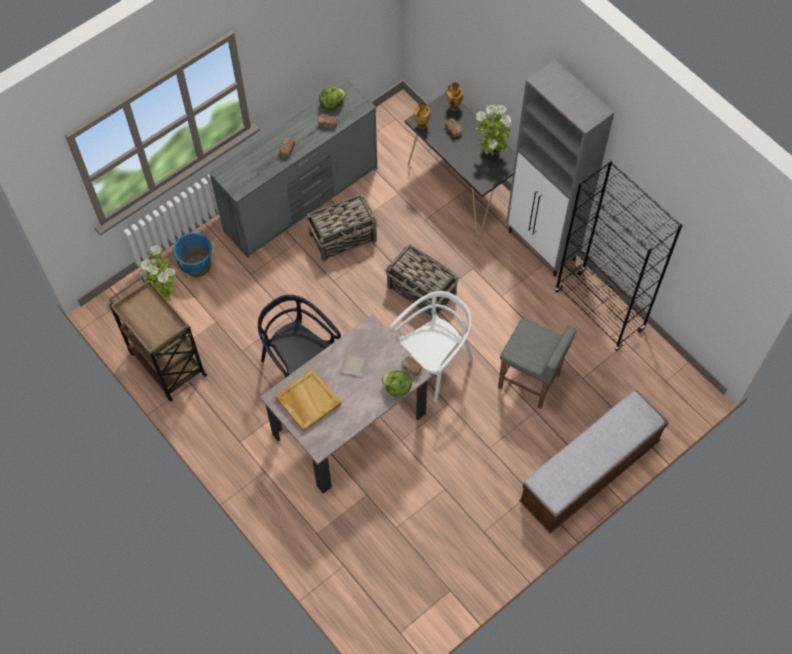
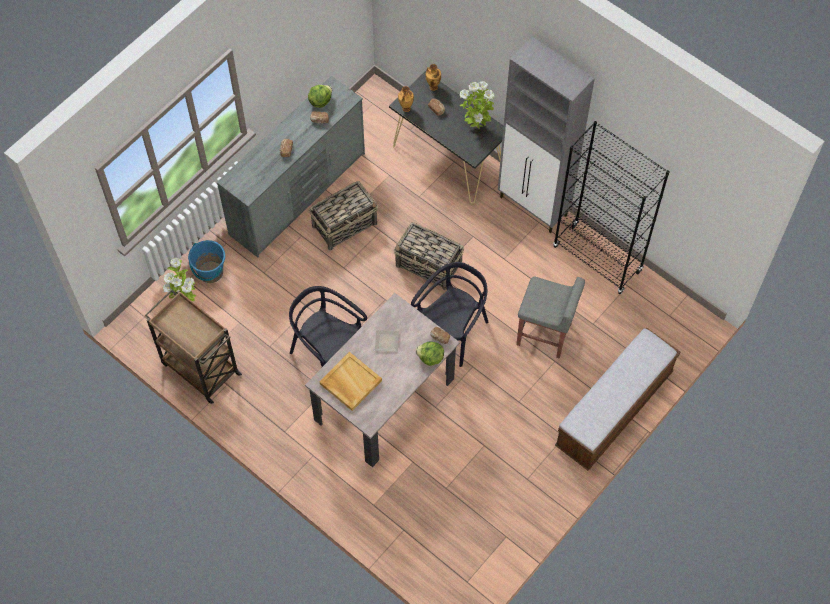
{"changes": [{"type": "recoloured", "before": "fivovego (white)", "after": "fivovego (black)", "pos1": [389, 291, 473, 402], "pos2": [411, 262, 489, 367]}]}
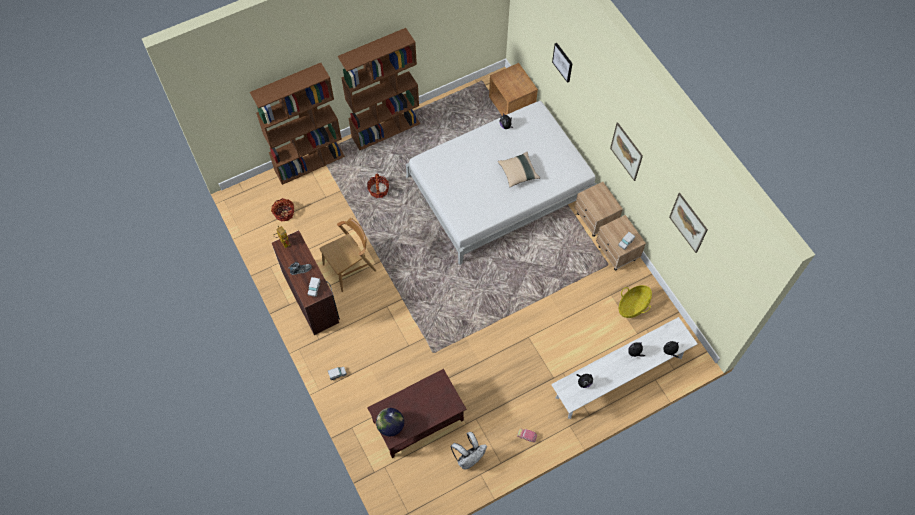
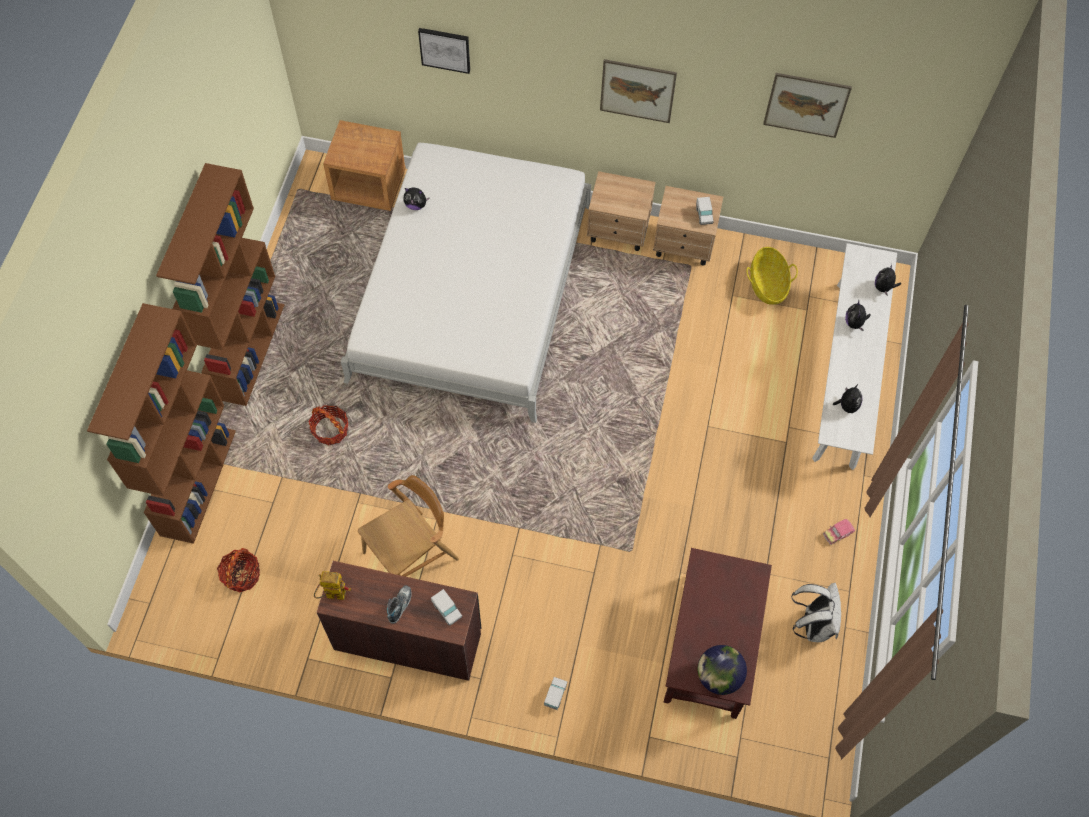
{"changes": [{"type": "removed", "before": "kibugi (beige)", "pos1": [498, 152, 540, 187]}, {"type": "turned", "before": "fivovego (brown)", "pos1": [320, 218, 376, 292], "pos2": [358, 475, 459, 577], "turn": 45}]}
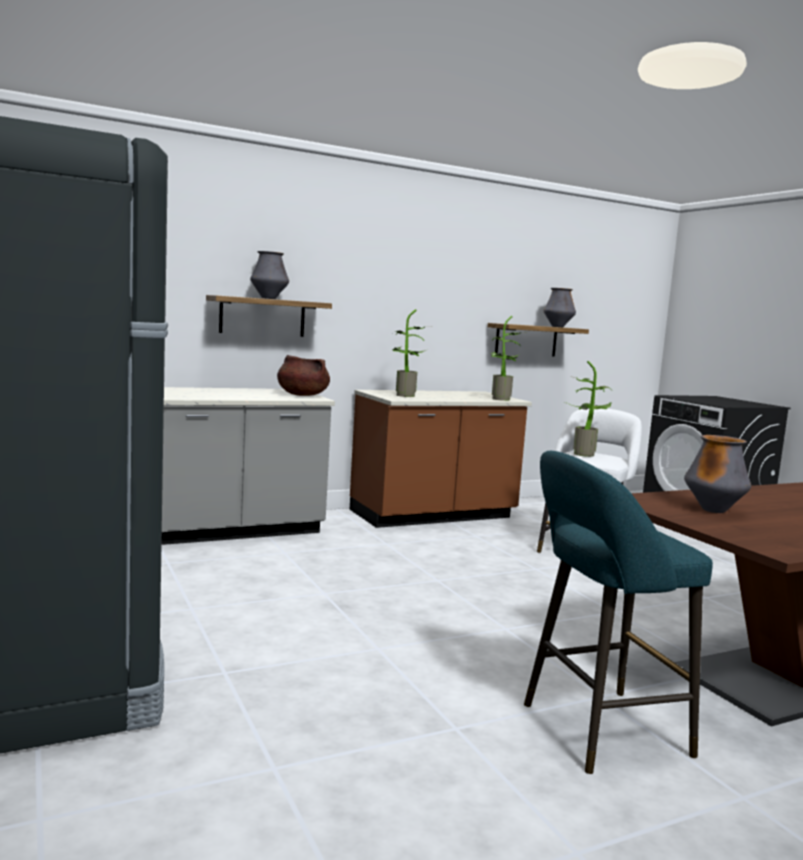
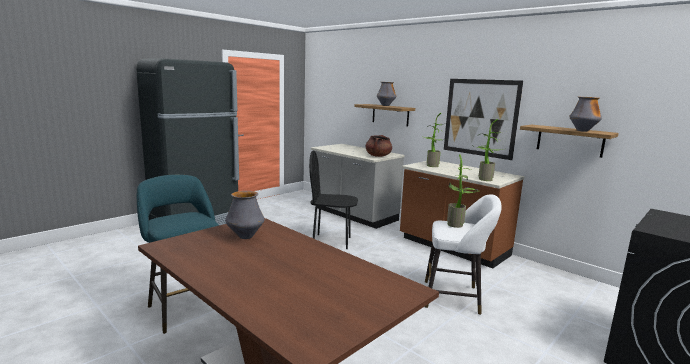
{"changes": [{"type": "added", "after": "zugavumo", "pos2": [444, 79, 523, 160]}, {"type": "added", "after": "fivovego (black)", "pos2": [309, 150, 358, 249]}]}
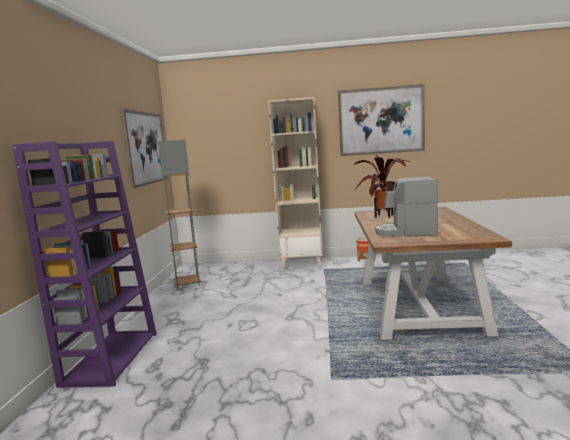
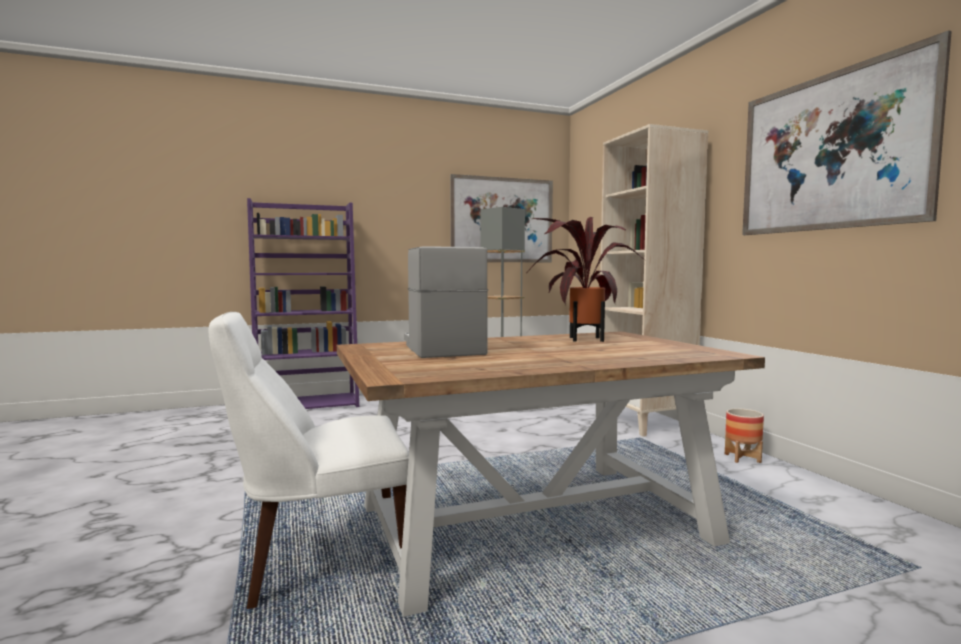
{"changes": [{"type": "added", "after": "fivovego (white)", "pos2": [209, 312, 409, 609]}]}
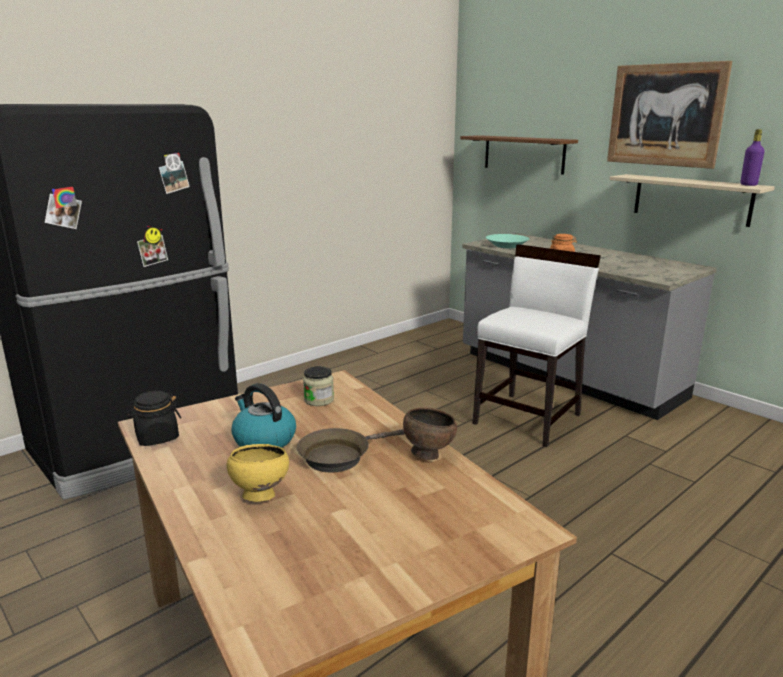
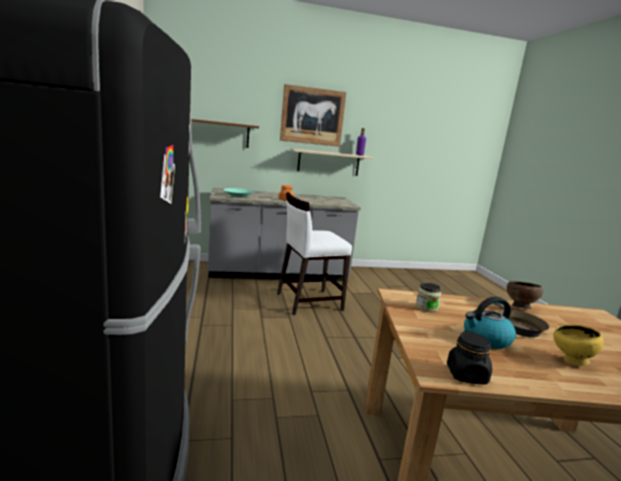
{"changes": [{"type": "turned", "before": "fivovego (white)", "pos1": [473, 244, 601, 447], "pos2": [277, 192, 352, 315], "turn": -90}]}
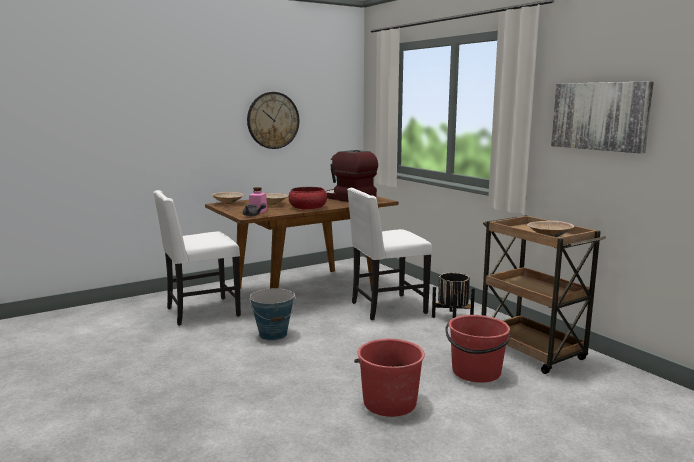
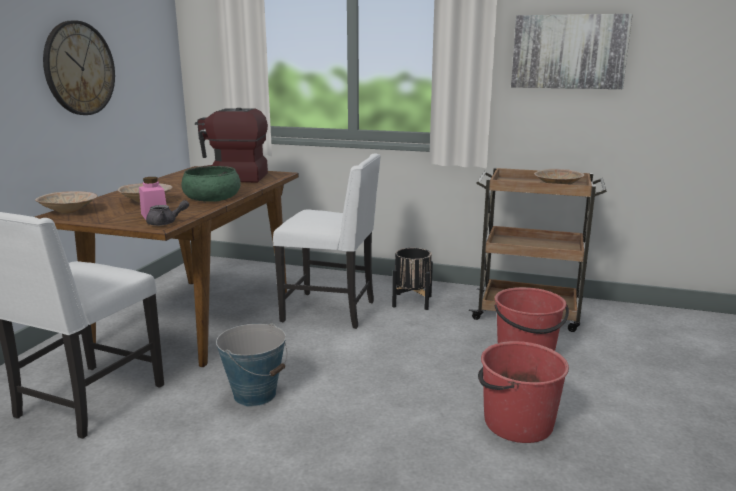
{"changes": [{"type": "recoloured", "before": "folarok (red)", "after": "folarok (green)", "pos1": [289, 187, 327, 210], "pos2": [181, 166, 241, 202]}, {"type": "turned", "before": "fivovego (white)", "pos1": [347, 188, 432, 320], "pos2": [273, 153, 381, 329], "turn": -105}]}
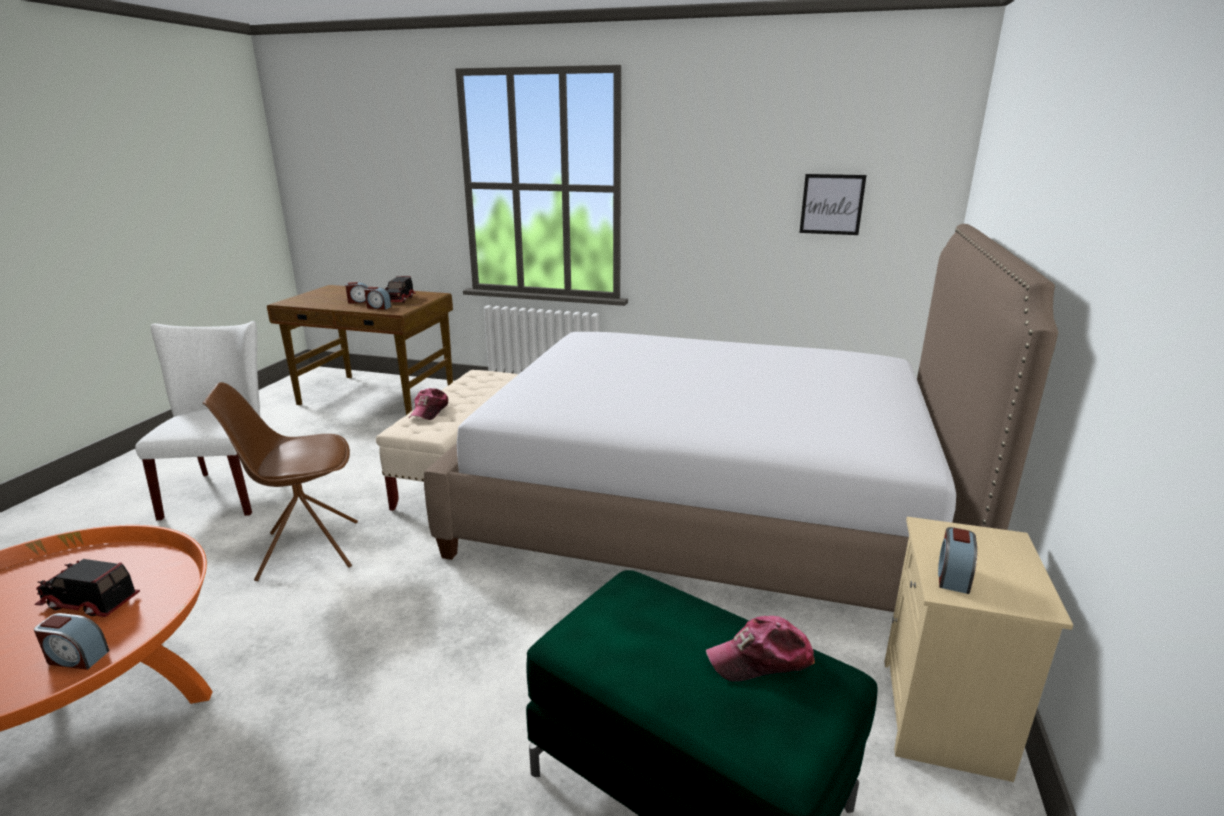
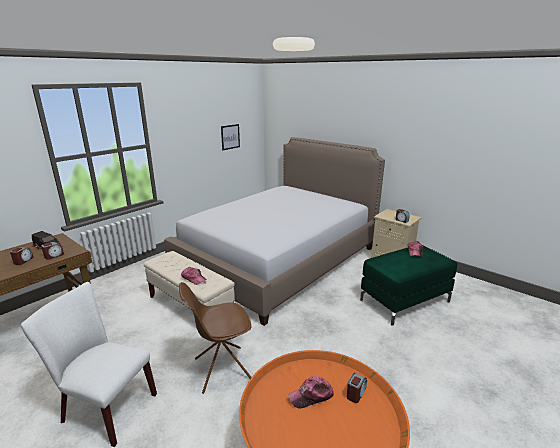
{"changes": [{"type": "turned", "before": "fivovego (brown)", "pos1": [203, 382, 358, 581], "pos2": [179, 282, 252, 394], "turn": 60}, {"type": "replaced", "before": "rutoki", "after": "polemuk", "pos1": [34, 559, 140, 617], "pos2": [288, 376, 334, 409]}]}
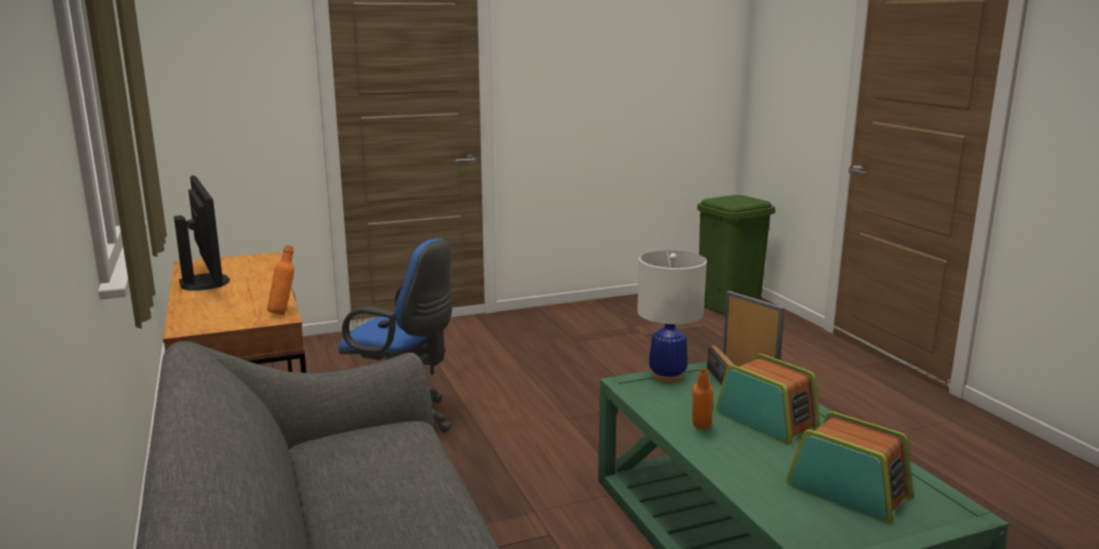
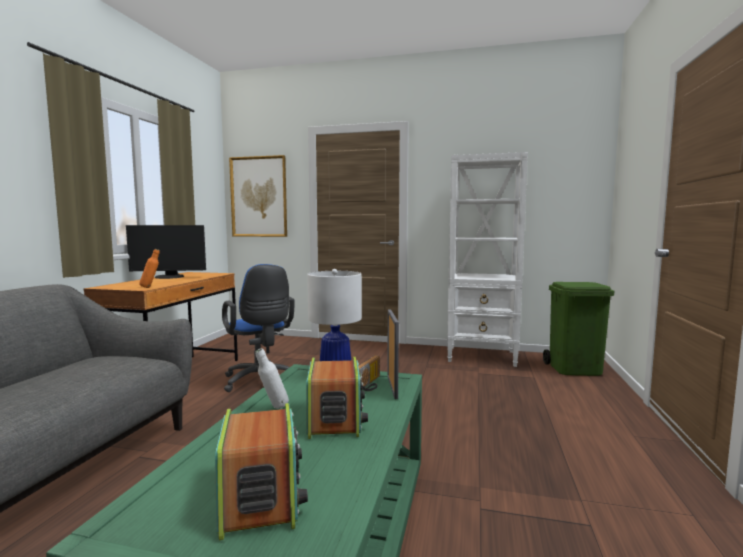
{"changes": [{"type": "turned", "before": "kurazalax", "pos1": [174, 175, 230, 291], "pos2": [126, 225, 206, 279], "turn": 75}, {"type": "recoloured", "before": "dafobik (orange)", "after": "dafobik (white)", "pos1": [692, 368, 713, 430], "pos2": [256, 348, 289, 409]}, {"type": "added", "after": "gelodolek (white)", "pos2": [447, 152, 528, 367]}, {"type": "added", "after": "zugavumo", "pos2": [229, 155, 287, 237]}]}
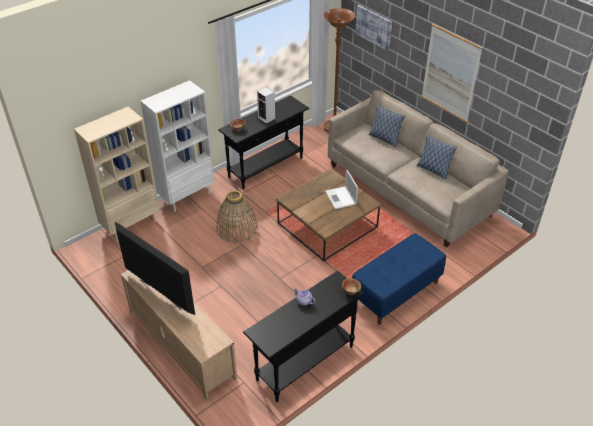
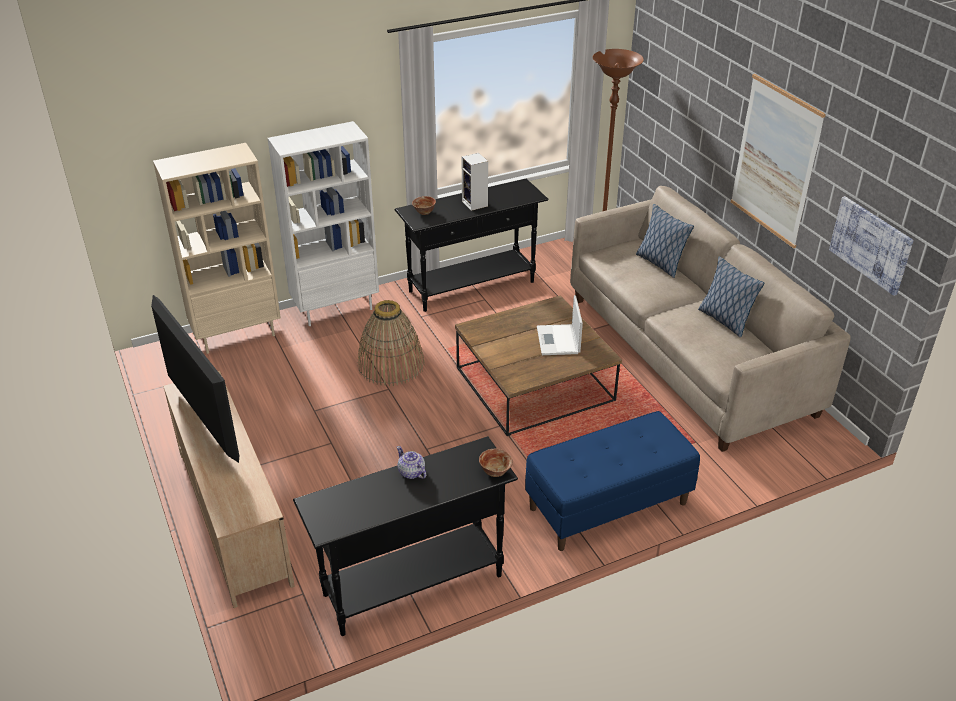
{"changes": [{"type": "moved", "before": "zugavumo", "pos1": [355, 5, 392, 51], "pos2": [829, 196, 914, 296]}]}
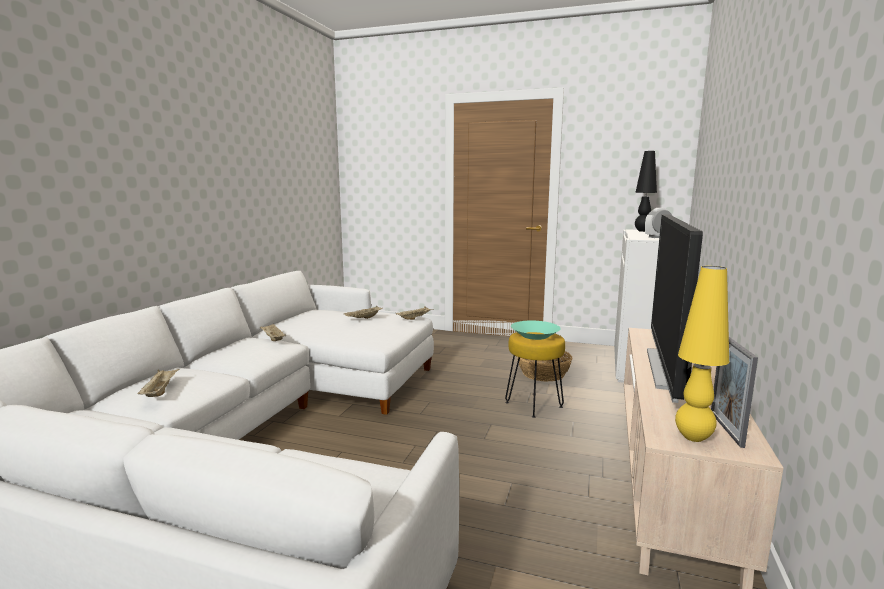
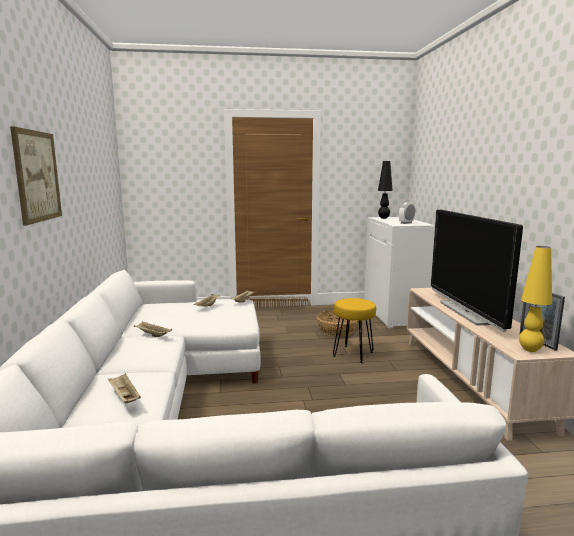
{"changes": [{"type": "removed", "before": "folarok (turquoise)", "pos1": [511, 321, 560, 340]}, {"type": "added", "after": "zugavumo", "pos2": [10, 126, 62, 226]}]}
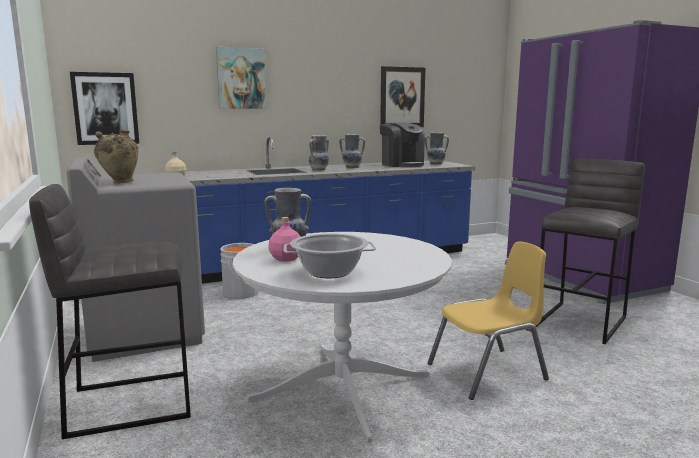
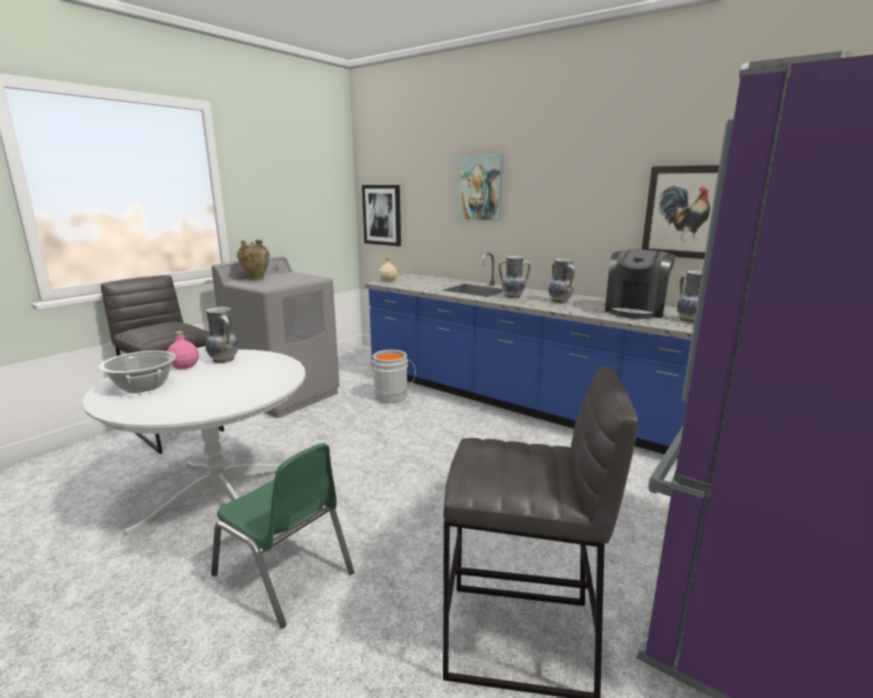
{"changes": [{"type": "recoloured", "before": "fivovego (yellow)", "after": "fivovego (green)", "pos1": [428, 242, 549, 400], "pos2": [211, 443, 354, 628]}]}
